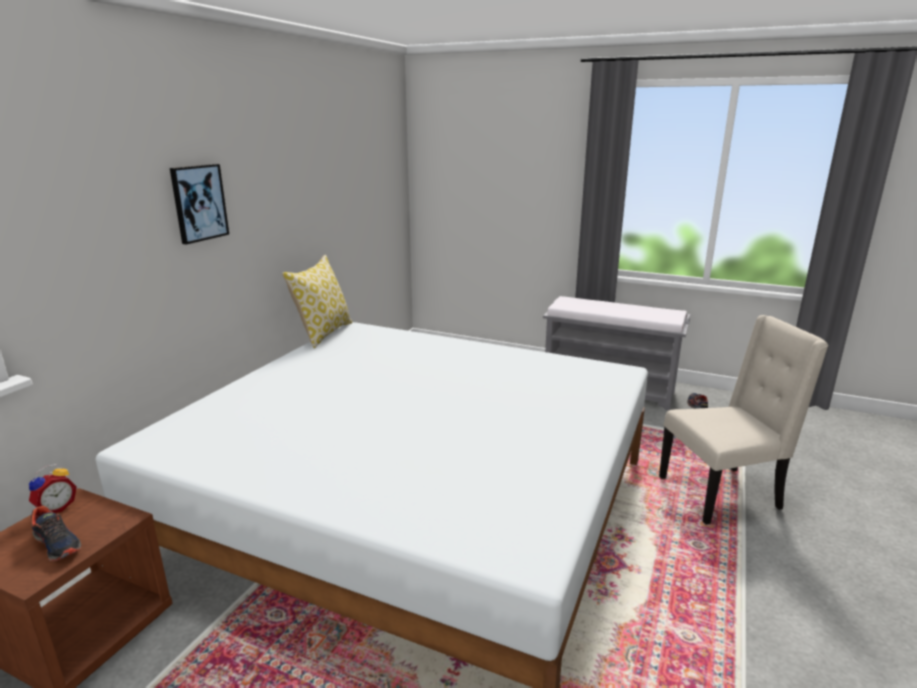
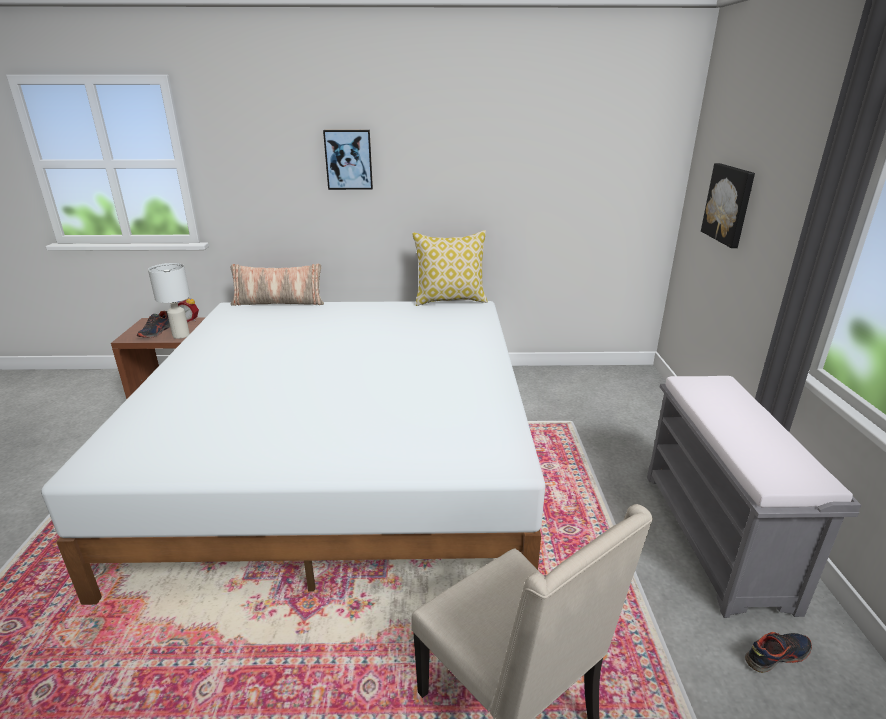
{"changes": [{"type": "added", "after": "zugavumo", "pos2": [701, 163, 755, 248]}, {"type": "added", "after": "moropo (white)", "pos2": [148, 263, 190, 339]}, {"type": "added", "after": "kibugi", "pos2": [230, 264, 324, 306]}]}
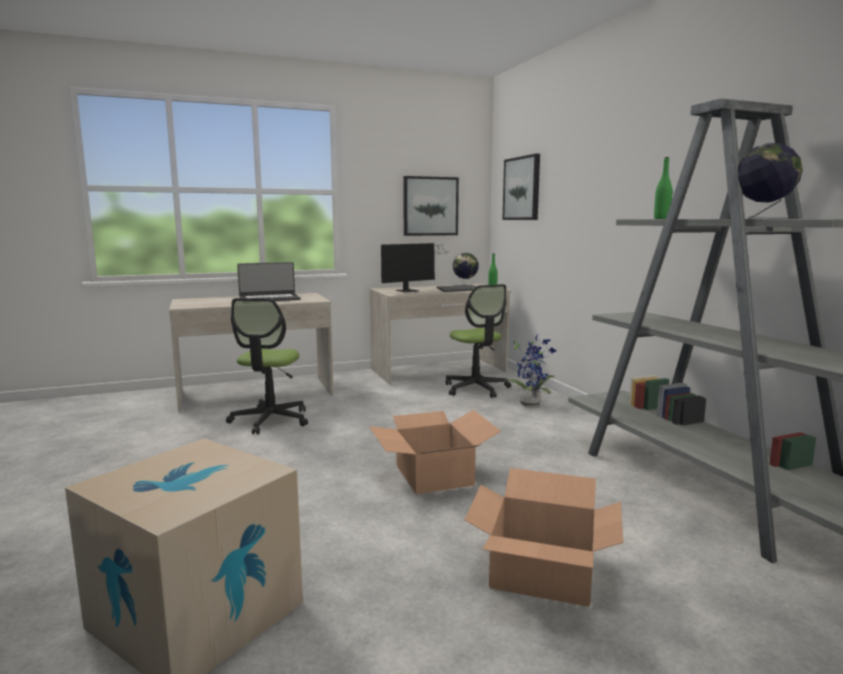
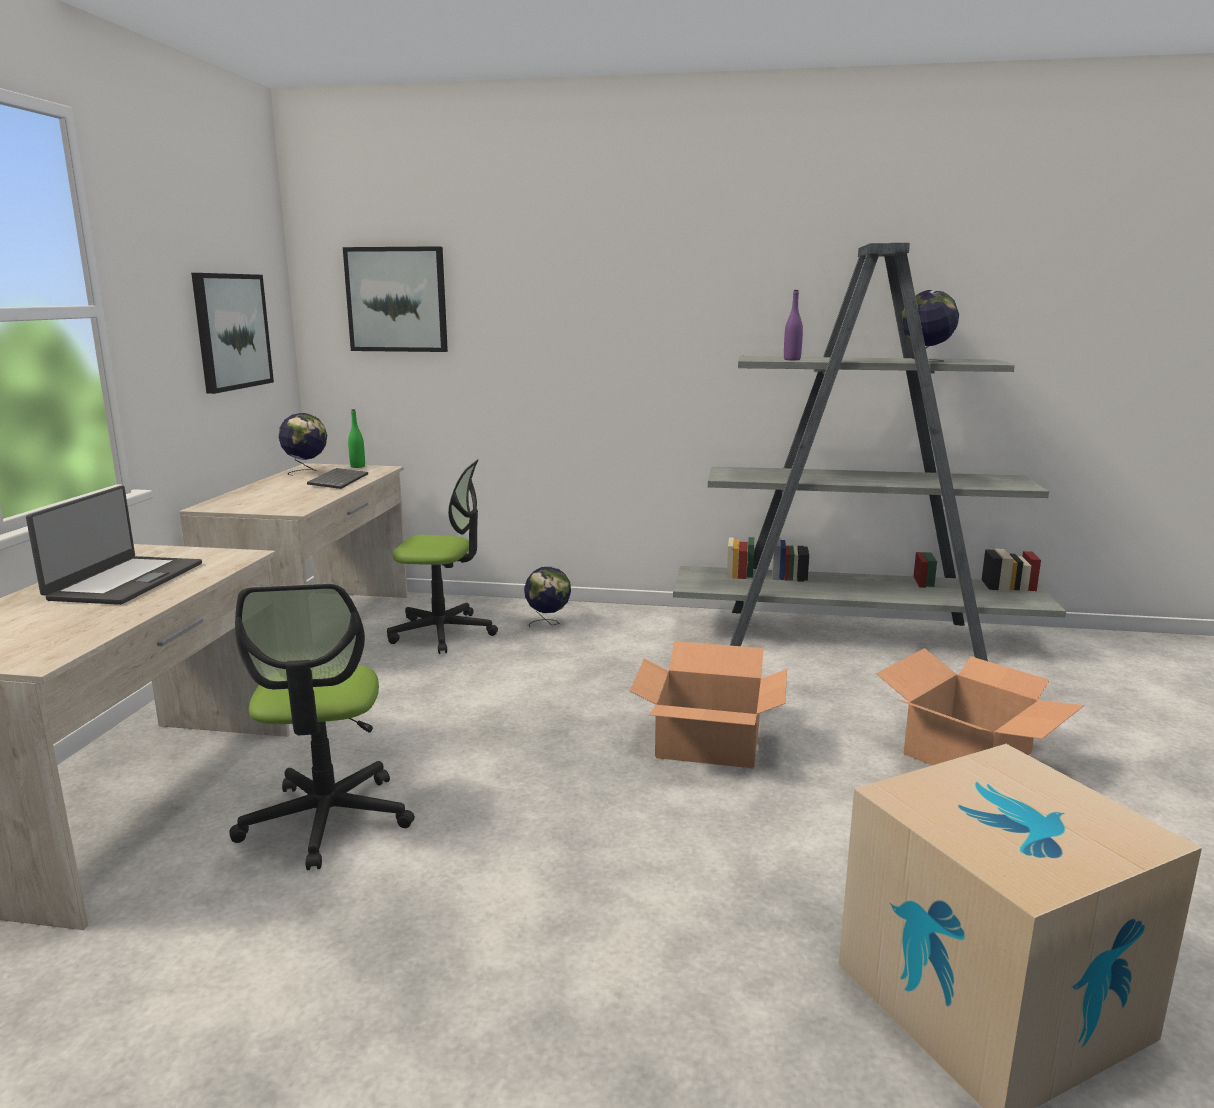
{"changes": [{"type": "recoloured", "before": "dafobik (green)", "after": "dafobik (purple)", "pos1": [654, 157, 672, 219], "pos2": [784, 290, 803, 360]}, {"type": "removed", "before": "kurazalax", "pos1": [381, 243, 445, 292]}, {"type": "turned", "before": "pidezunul", "pos1": [226, 298, 308, 434], "pos2": [229, 583, 415, 870], "turn": 45}, {"type": "replaced", "before": "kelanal", "after": "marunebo", "pos1": [503, 335, 556, 407], "pos2": [524, 566, 571, 627]}]}
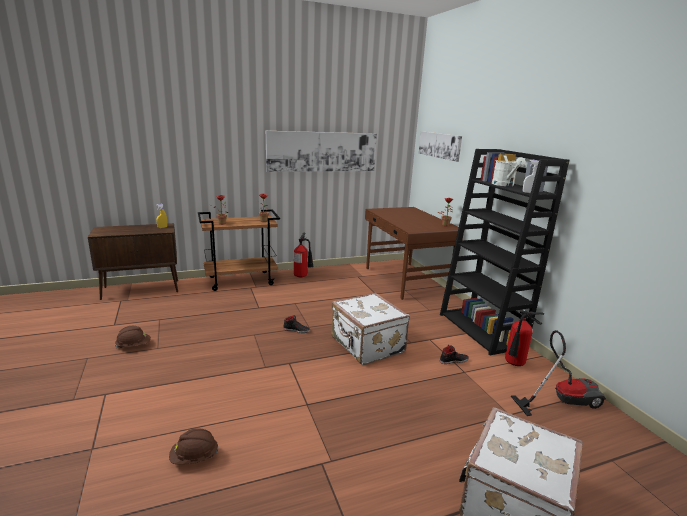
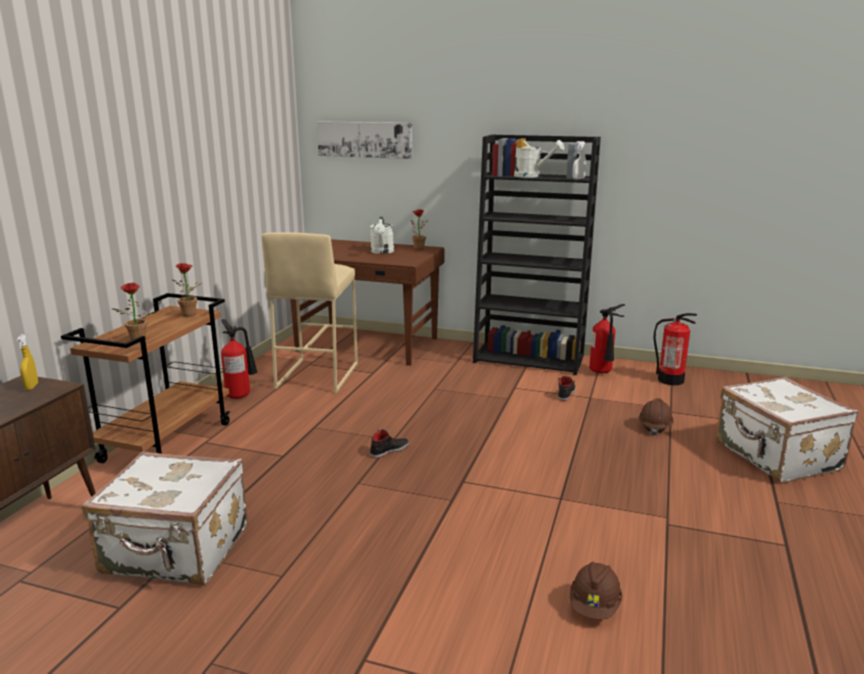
{"changes": [{"type": "removed", "before": "zugavumo", "pos1": [266, 131, 377, 172]}, {"type": "moved", "before": "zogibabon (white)", "pos1": [331, 293, 410, 365], "pos2": [82, 451, 248, 585]}, {"type": "moved", "before": "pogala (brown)", "pos1": [115, 326, 151, 348], "pos2": [639, 398, 673, 435]}, {"type": "replaced", "before": "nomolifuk", "after": "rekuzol", "pos1": [511, 330, 606, 416], "pos2": [653, 313, 697, 385]}, {"type": "added", "after": "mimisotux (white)", "pos2": [370, 217, 394, 254]}, {"type": "added", "after": "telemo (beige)", "pos2": [262, 232, 358, 393]}]}
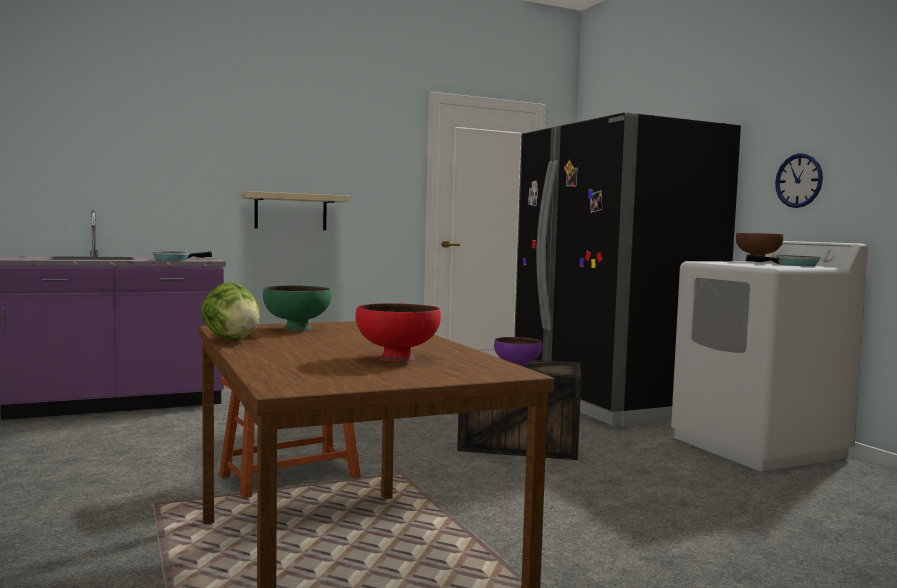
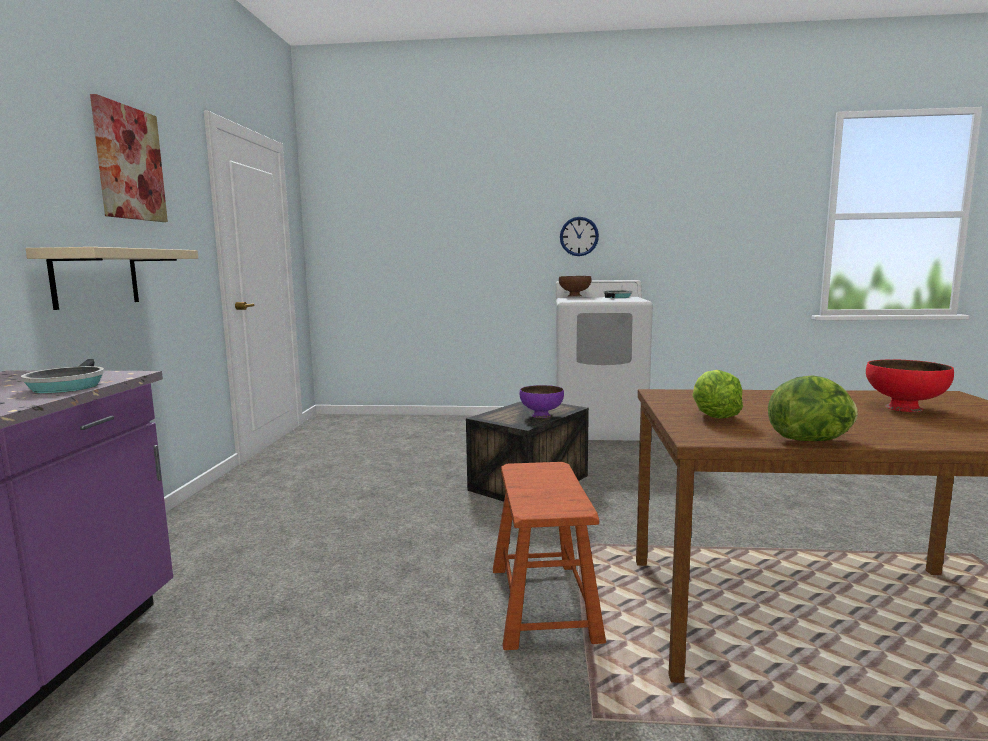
{"changes": [{"type": "removed", "before": "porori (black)", "pos1": [514, 112, 741, 427]}, {"type": "replaced", "before": "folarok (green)", "after": "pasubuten", "pos1": [263, 285, 331, 331], "pos2": [692, 370, 743, 419]}, {"type": "added", "after": "zugavumo", "pos2": [90, 94, 168, 222]}]}
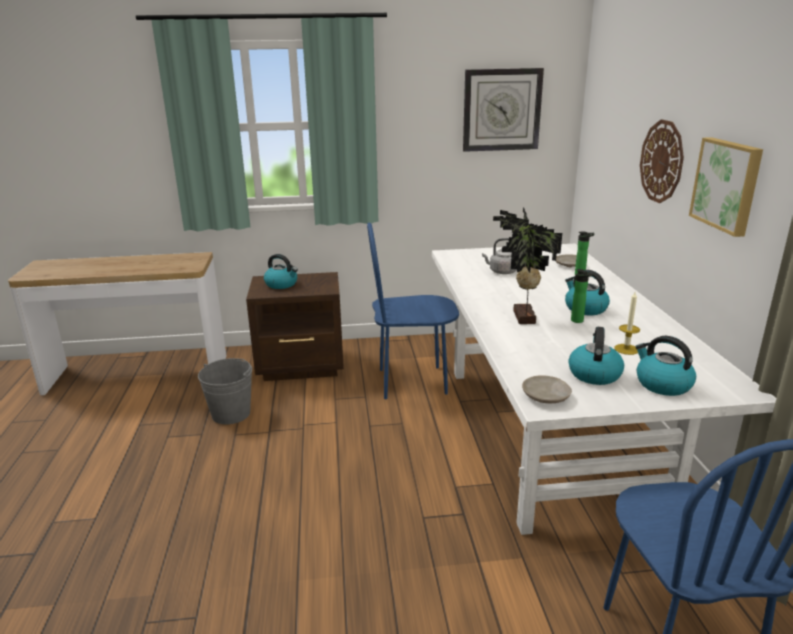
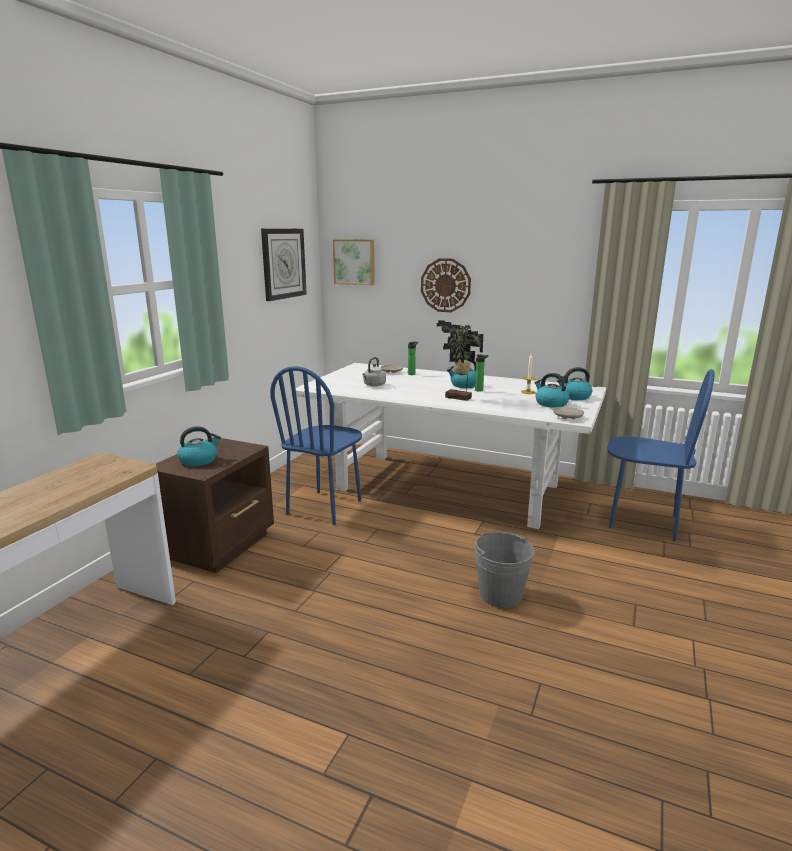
{"changes": [{"type": "moved", "before": "zugavumo", "pos1": [689, 137, 763, 237], "pos2": [333, 239, 375, 285]}, {"type": "moved", "before": "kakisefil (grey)", "pos1": [198, 358, 252, 424], "pos2": [474, 532, 535, 608]}]}
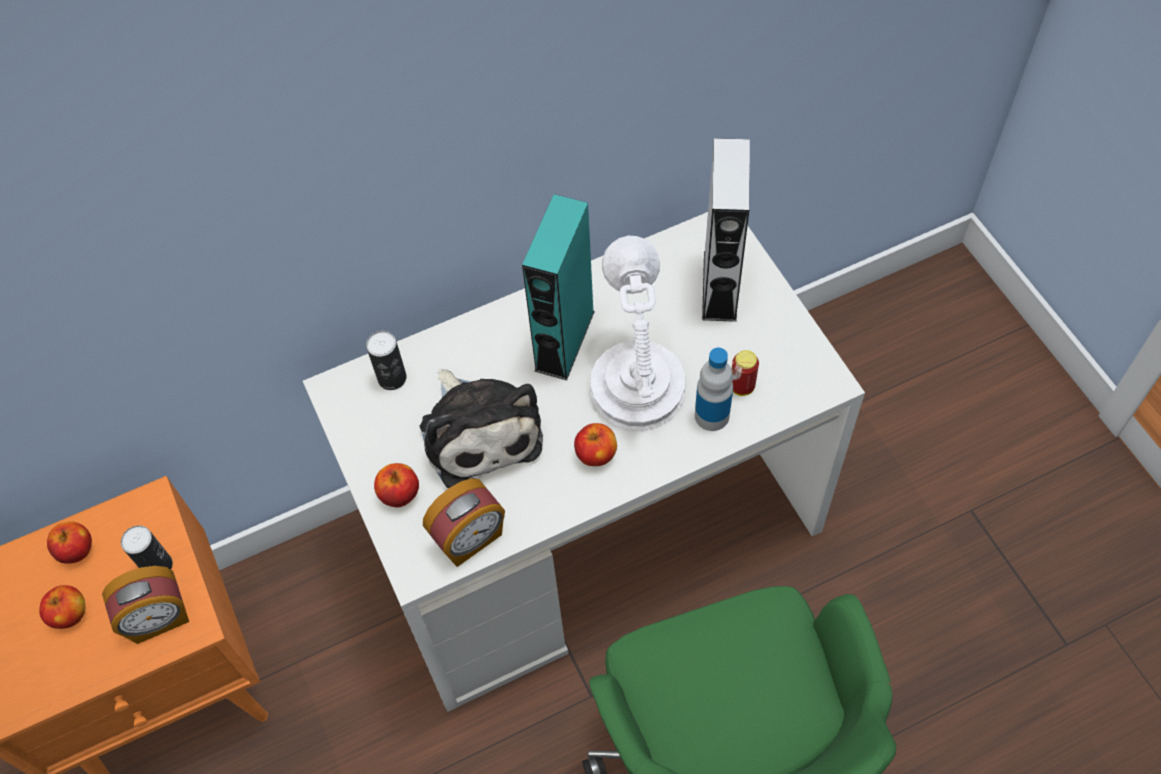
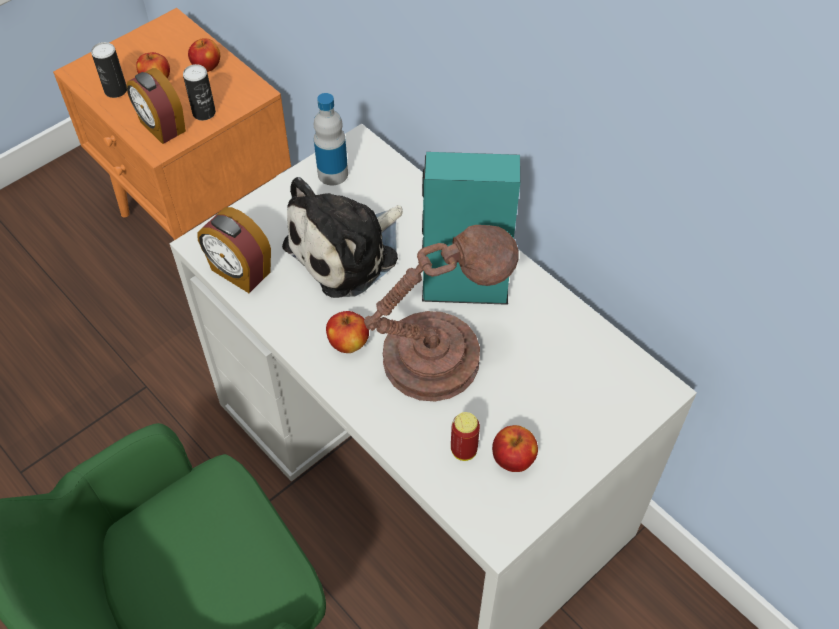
{"changes": [{"type": "removed", "before": "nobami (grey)", "pos1": [702, 138, 750, 322]}, {"type": "recoloured", "before": "moropo (white)", "after": "moropo (brown)", "pos1": [590, 236, 685, 430], "pos2": [364, 225, 519, 402]}, {"type": "moved", "before": "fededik", "pos1": [366, 331, 406, 390], "pos2": [91, 42, 127, 98]}, {"type": "moved", "before": "dafobik", "pos1": [695, 348, 733, 431], "pos2": [313, 93, 348, 185]}, {"type": "moved", "before": "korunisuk", "pos1": [374, 463, 419, 507], "pos2": [492, 425, 538, 472]}]}
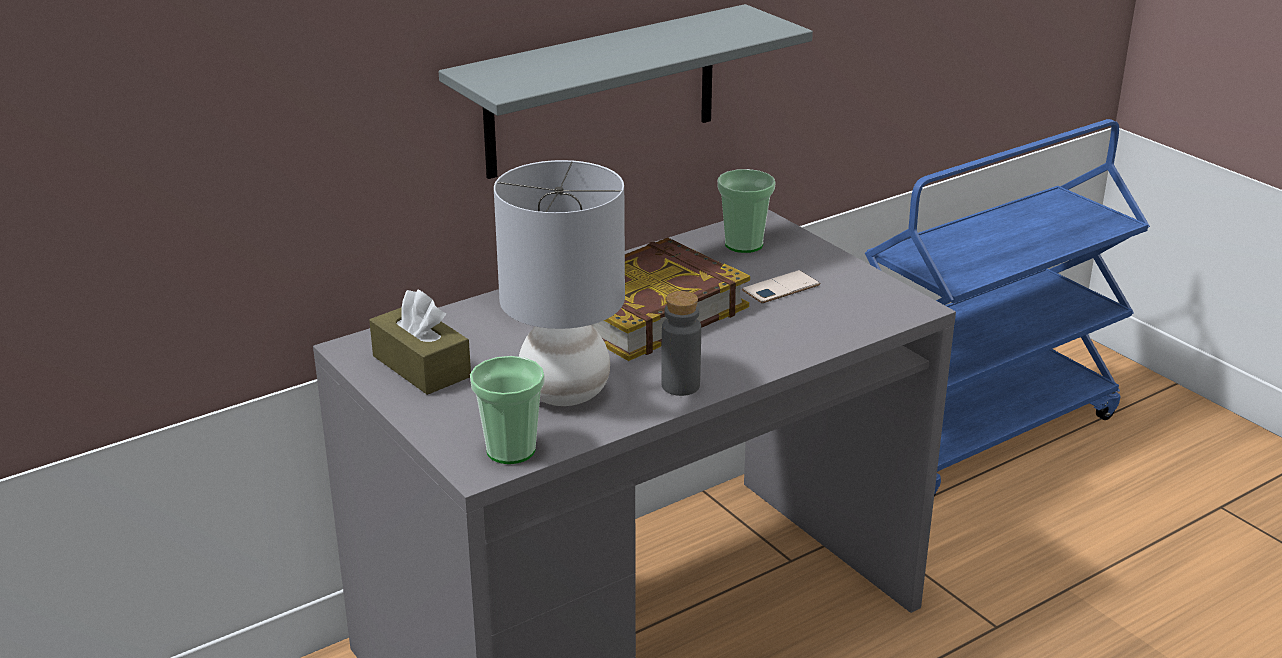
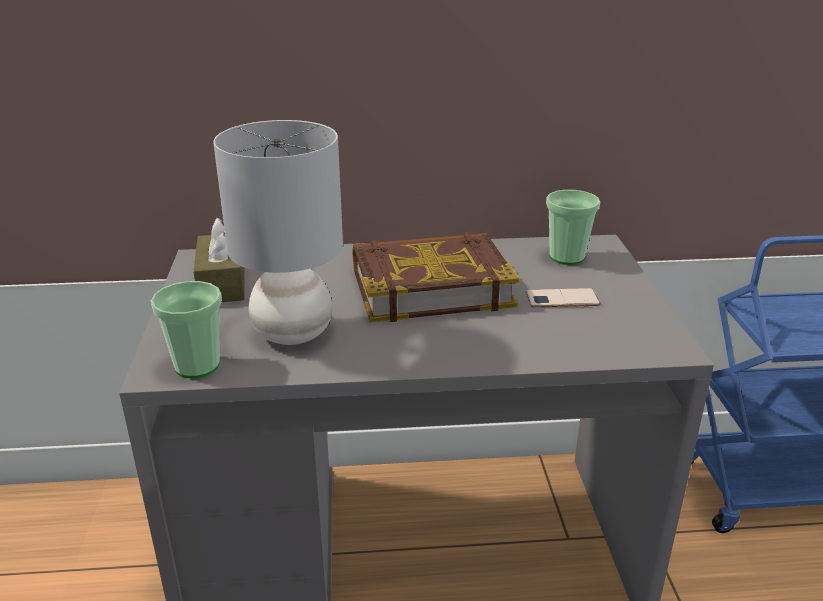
{"changes": [{"type": "removed", "before": "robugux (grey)", "pos1": [439, 4, 813, 179]}, {"type": "removed", "before": "dafobik (grey)", "pos1": [661, 291, 701, 396]}]}
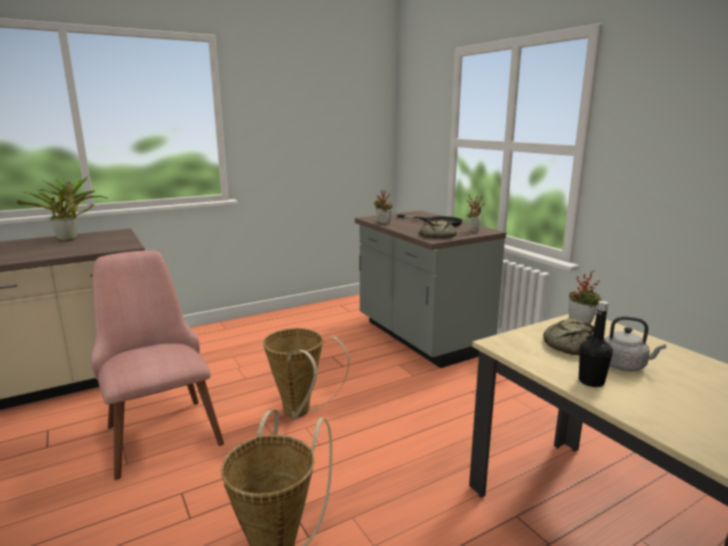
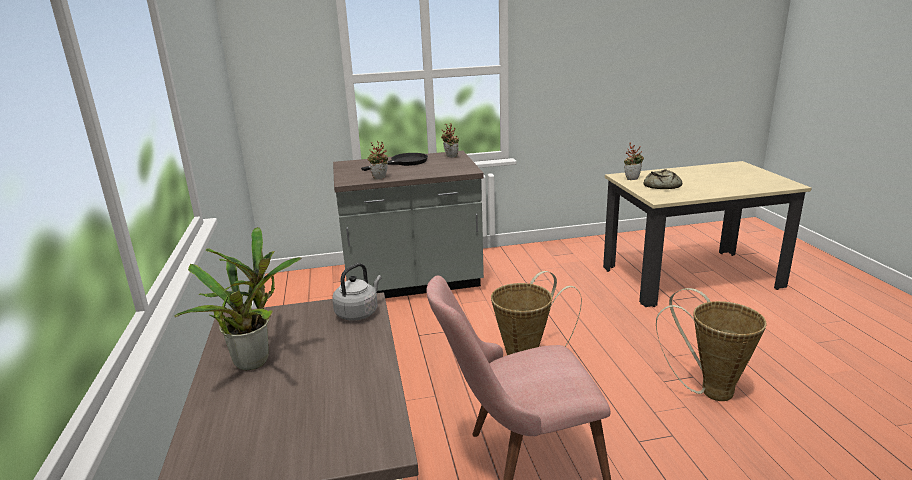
{"changes": [{"type": "removed", "before": "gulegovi", "pos1": [419, 219, 457, 238]}, {"type": "removed", "before": "dafobik (black)", "pos1": [579, 301, 613, 387]}, {"type": "moved", "before": "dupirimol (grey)", "pos1": [604, 316, 666, 371], "pos2": [332, 263, 382, 321]}]}
